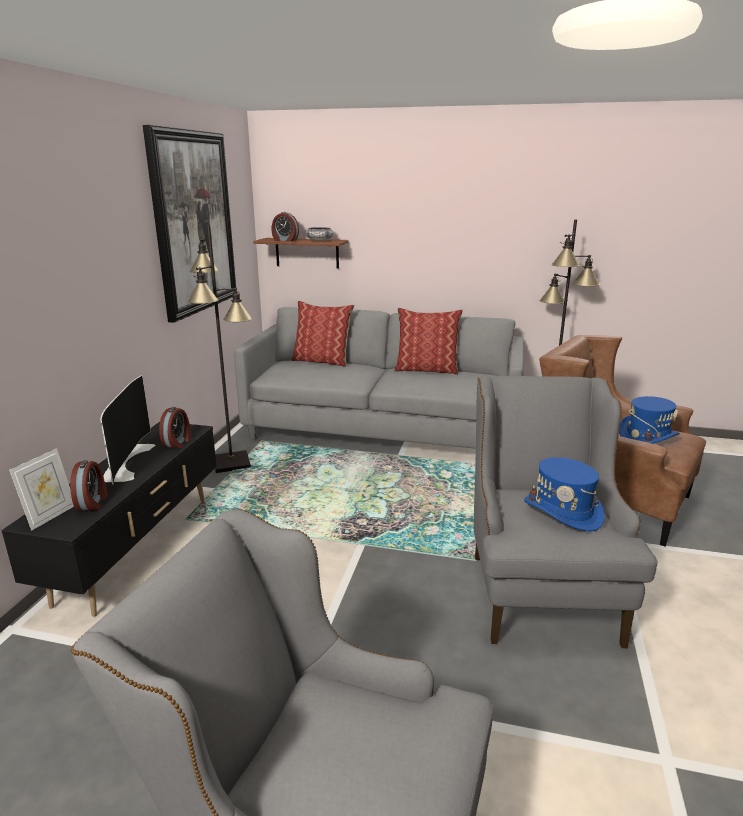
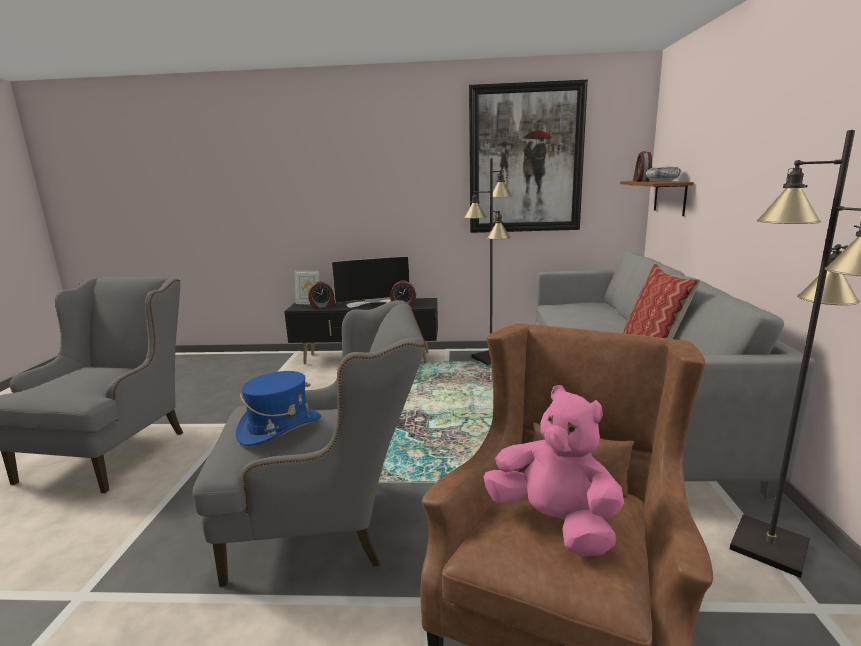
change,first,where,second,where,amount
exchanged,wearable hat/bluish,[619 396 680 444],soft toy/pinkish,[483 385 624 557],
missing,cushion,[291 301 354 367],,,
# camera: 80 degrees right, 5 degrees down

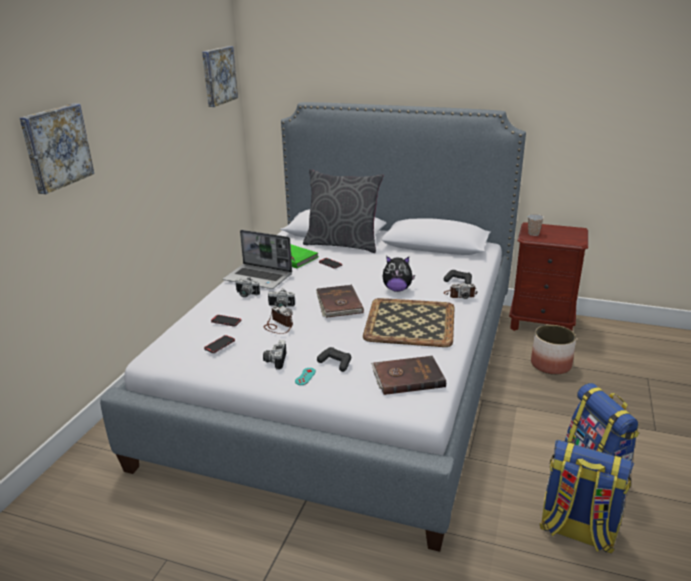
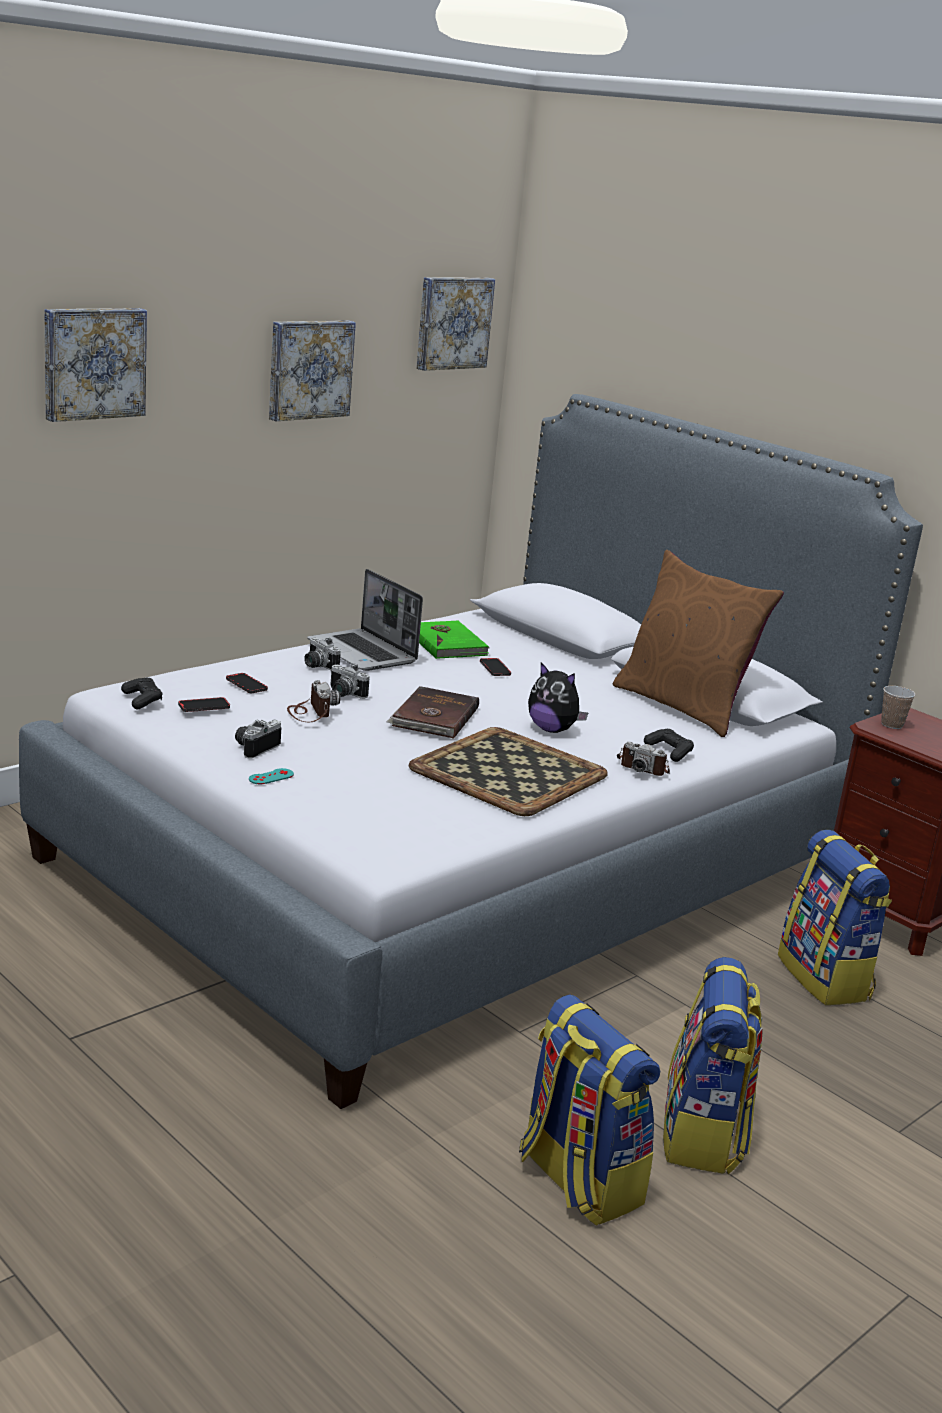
change,first,where,second,where,amount
relocated,game controller/blackish,[317 347 351 372],,[121 678 162 709],
appeared,,,picture,[269 320 356 421],
appeared,,,cushion/brownish,[612 550 784 737],
exchanged,flower pot,[531 325 576 375],backpack,[778 830 892 1005],
missing,cushion/greyish,[303 169 383 253],,,
missing,volume/brownish,[371 356 446 395],,,
# camera: 25 degrees right, 5 degrees down

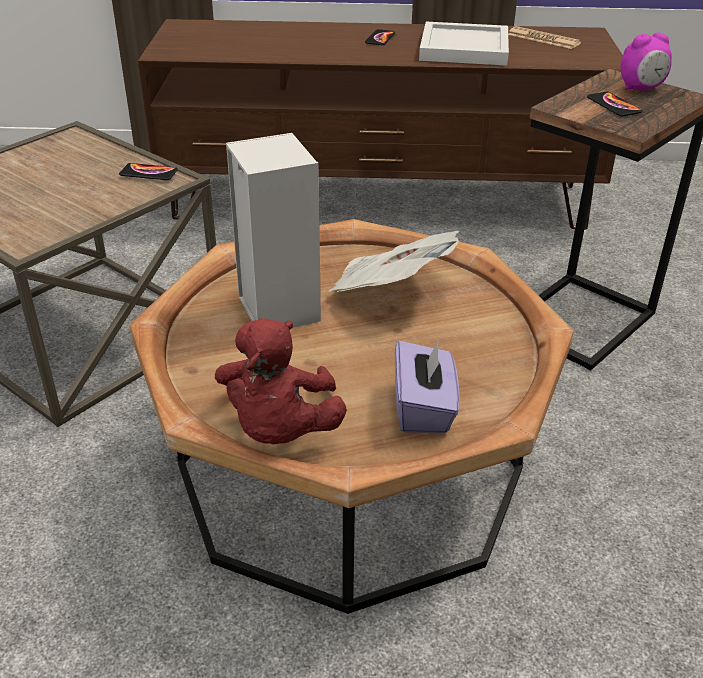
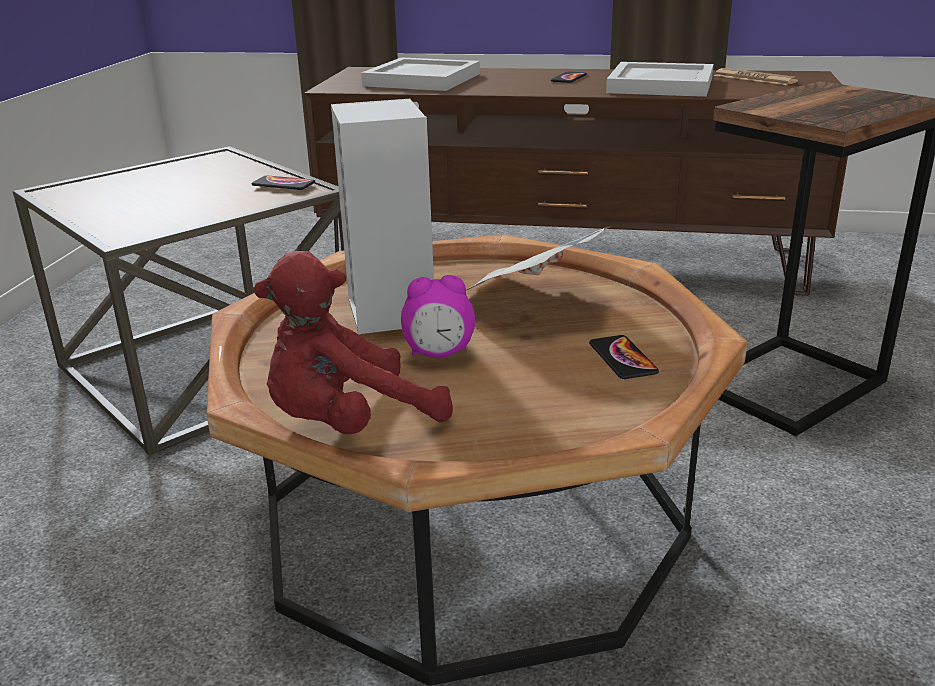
change,first,where,second,where,amount
spun,soft toy/red,[215 318 347 444],,[253 251 453 434],45 degrees clockwise
appeared,,,carrying tray/white,[361 58 480 91],
relocated,table clock,[620 33 672 91],,[401 275 475 358],
relocated,phone,[587 91 642 116],,[589 335 659 379],
missing,box of tissues/purple,[395 340 460 433],,,
# camera: 10 degrees right, 10 degrees down

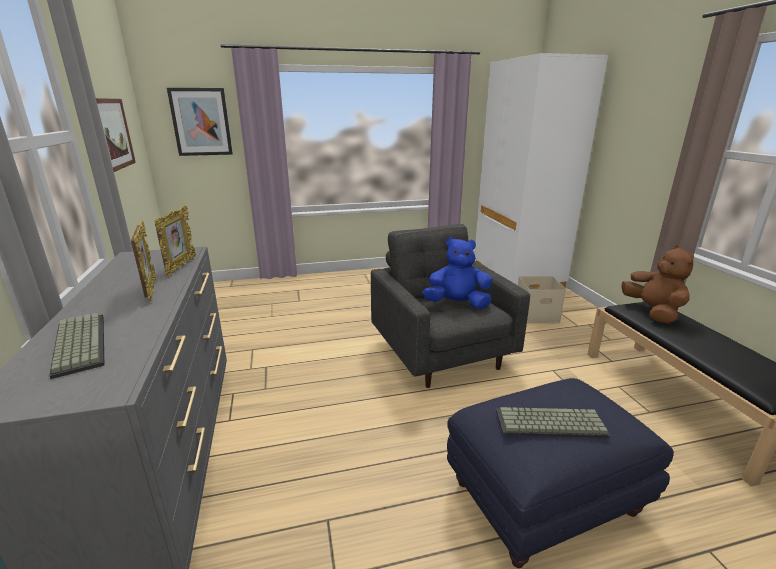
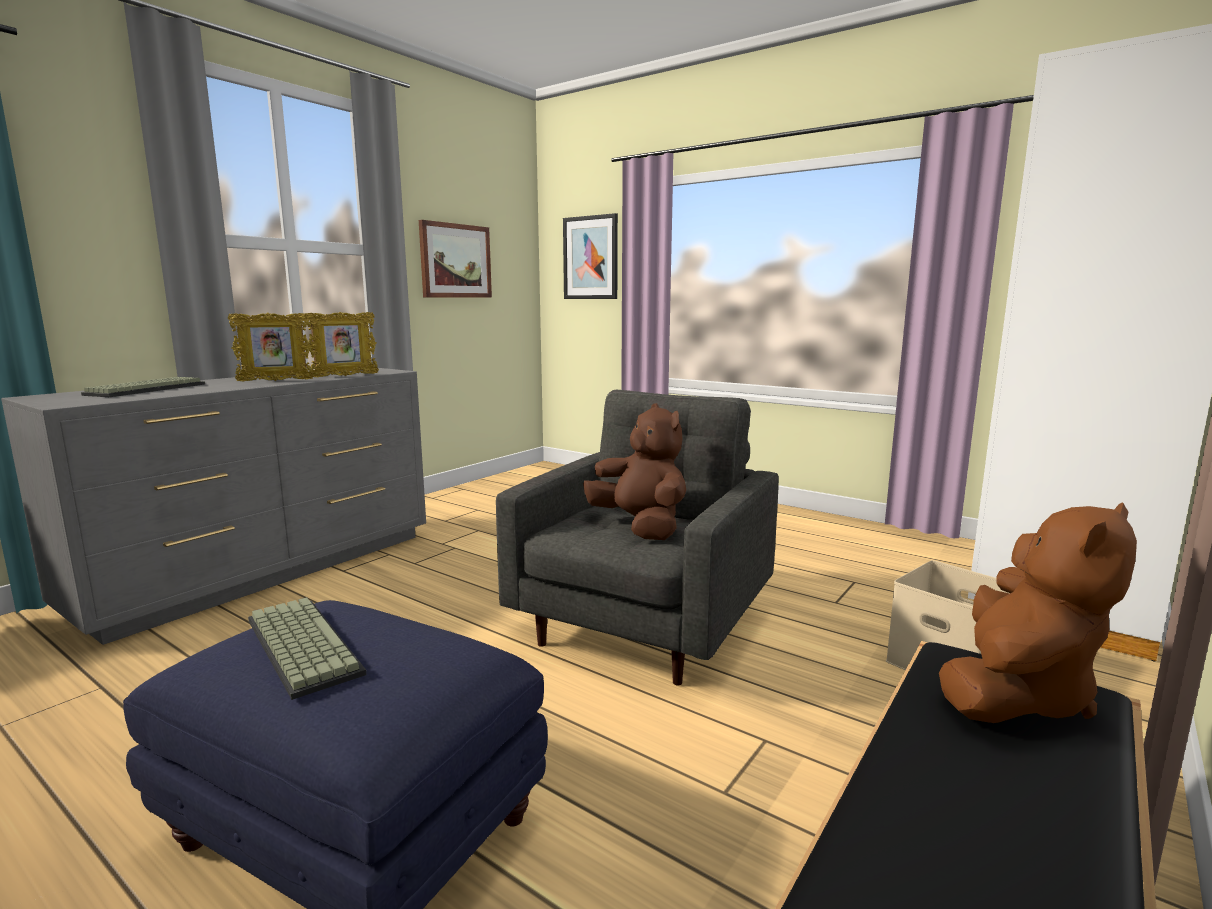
change,first,where,second,where,amount
spun,photo frame,[131 221 156 302],,[228 313 314 381],45 degrees clockwise
colour,soft toy/bluish,[422 237 492 309],soft toy/brownish,[583 403 686 540],
# camera: 50 degrees right, 10 degrees down

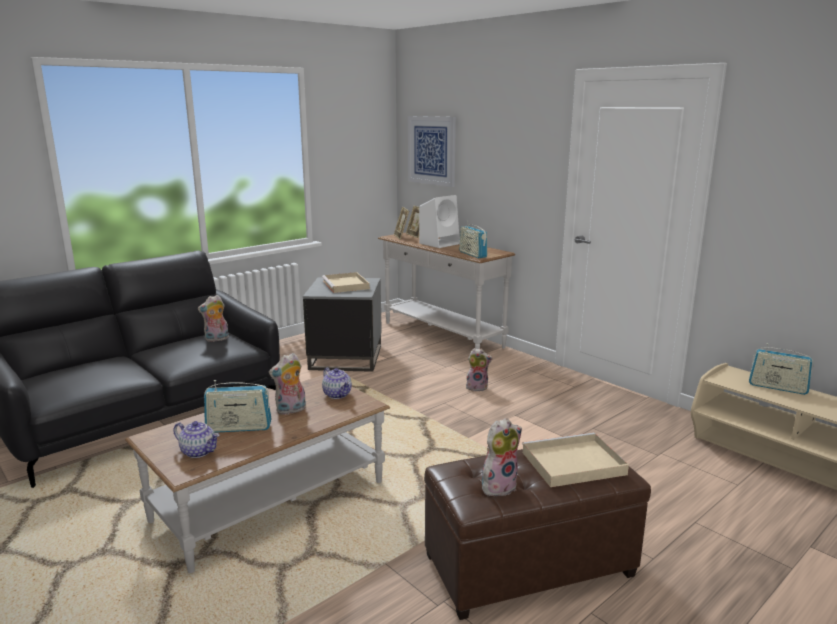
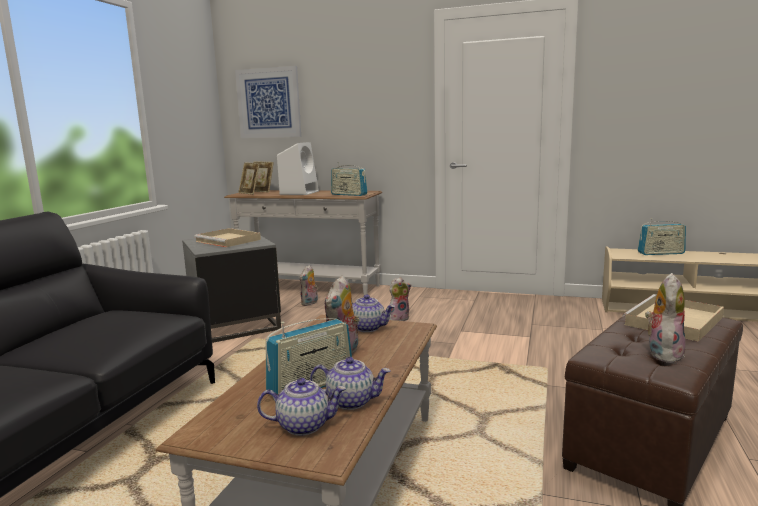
change,first,where,second,where,amount
relocated,soft toy,[198 295 229 342],,[300 265 318 306],
appeared,,,teapot,[310 357 391 410],
# camera: 30 degrees left, 5 degrees down

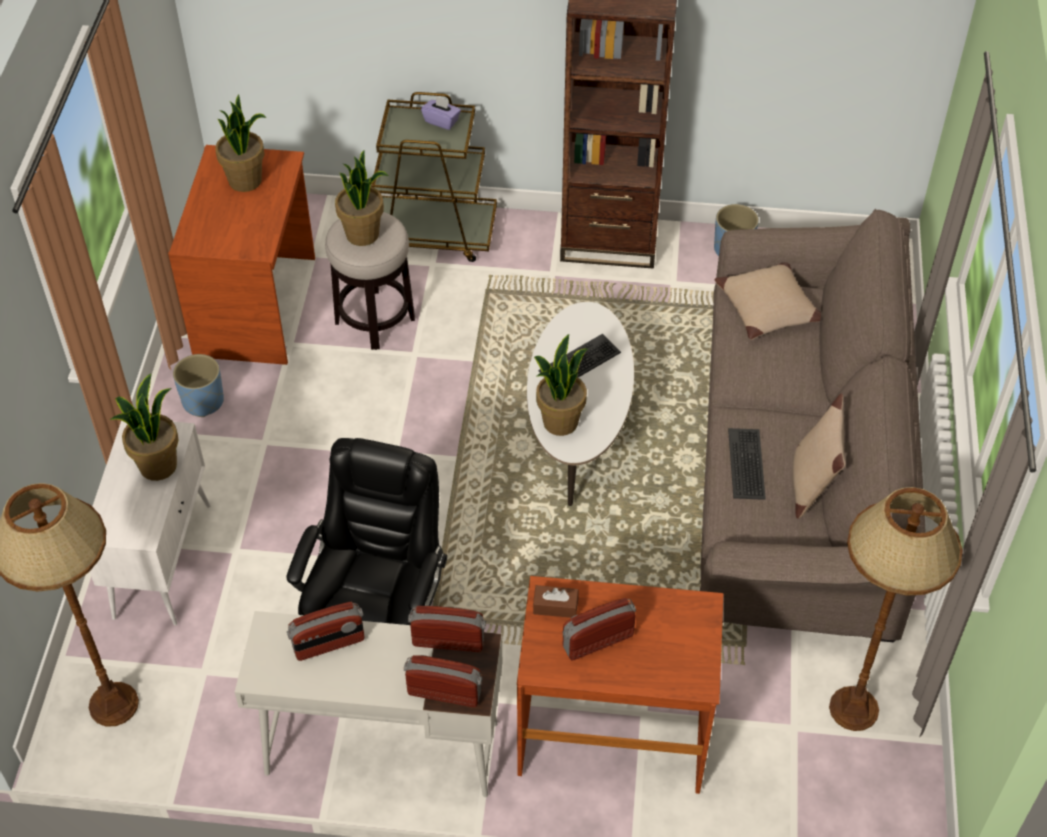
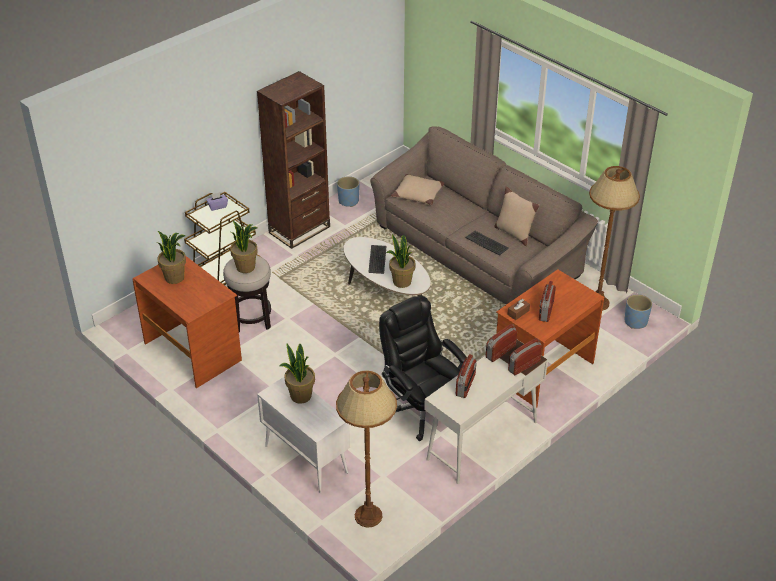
change,first,where,second,where,amount
relocated,flower pot/bluish,[173 354 224 417],,[624 294 652 329],
# camera: 50 degrees left, 10 degrees down

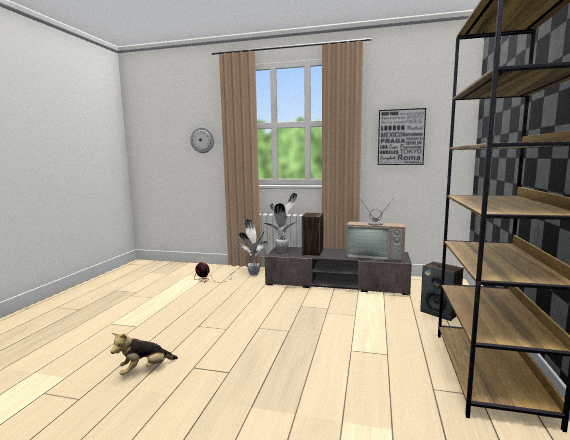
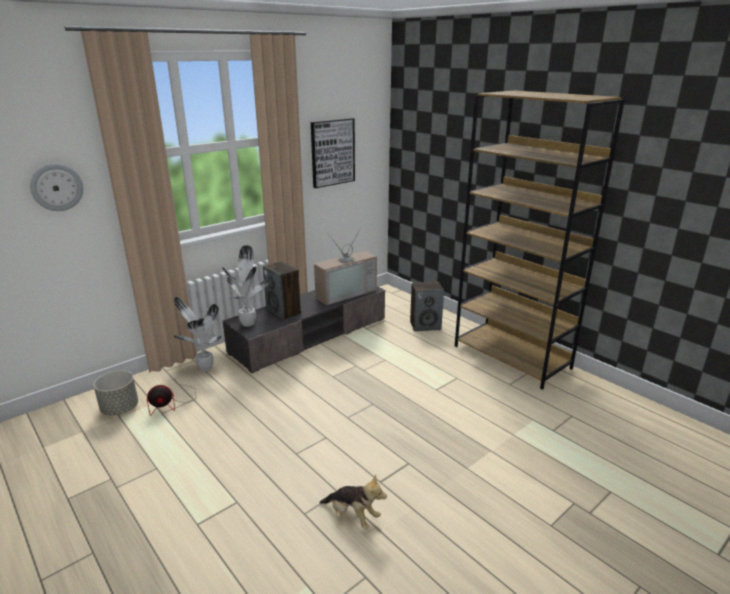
change,first,where,second,where,amount
appeared,,,flower pot/greyish,[93 371 138 416],
spun,soft toy,[110 333 178 375],,[319 474 387 529],60 degrees counterclockwise
# camera: 55 degrees left, 15 degrees up

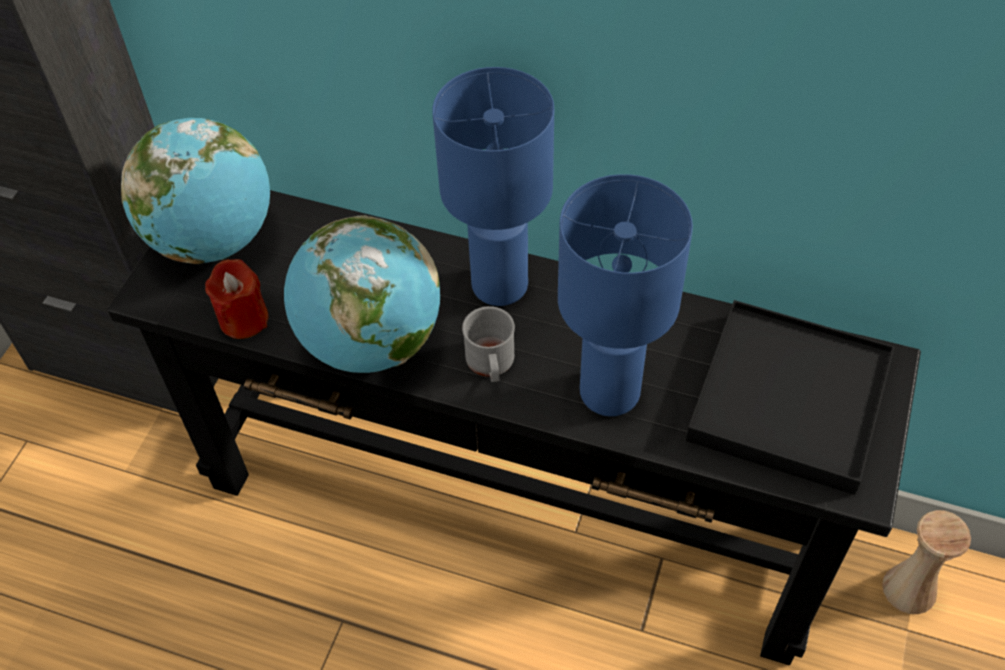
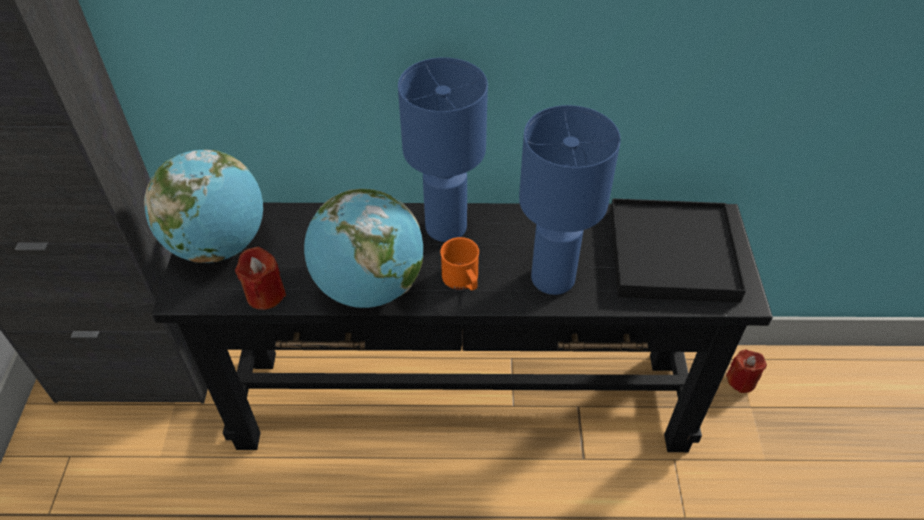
change,first,where,second,where,amount
colour,coffee mug/greyish,[462 306 515 382],coffee mug/orange-coloured,[440 237 479 291],
exchanged,decorative vase/beige,[882 510 971 614],candle/red,[726 350 767 393],
# camera: 20 degrees left, 5 degrees down

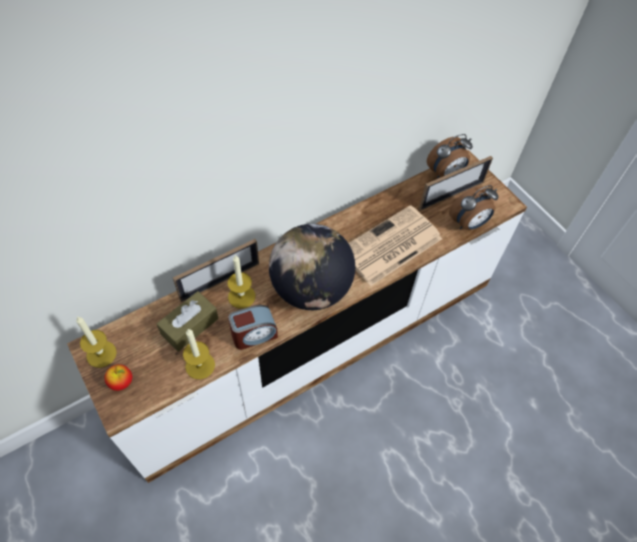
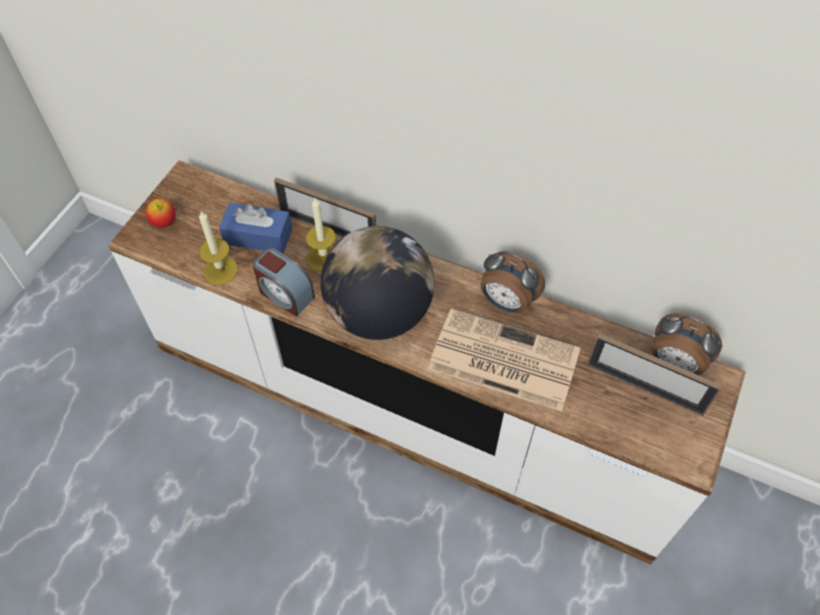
change,first,where,second,where,amount
colour,box of tissues/brownish,[157 291 218 352],box of tissues/bluish,[219 203 292 254],
relocated,table clock,[449 185 498 230],,[481 251 545 313],
missing,candle,[76 316 117 368],,,
# camera: 60 degrees right, 0 degrees up

